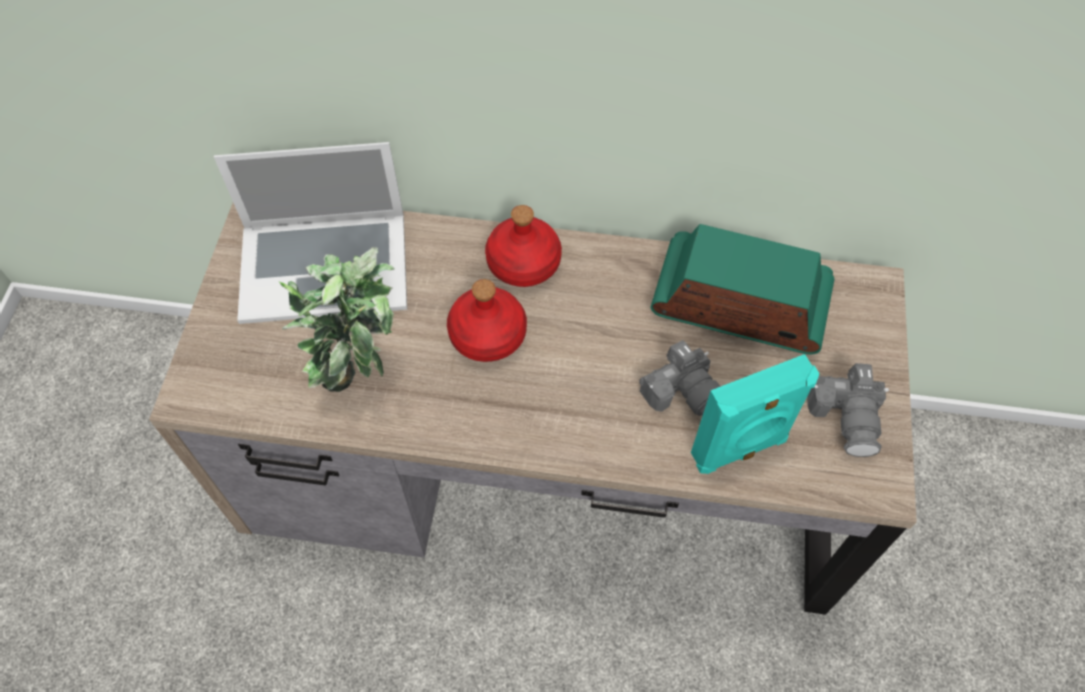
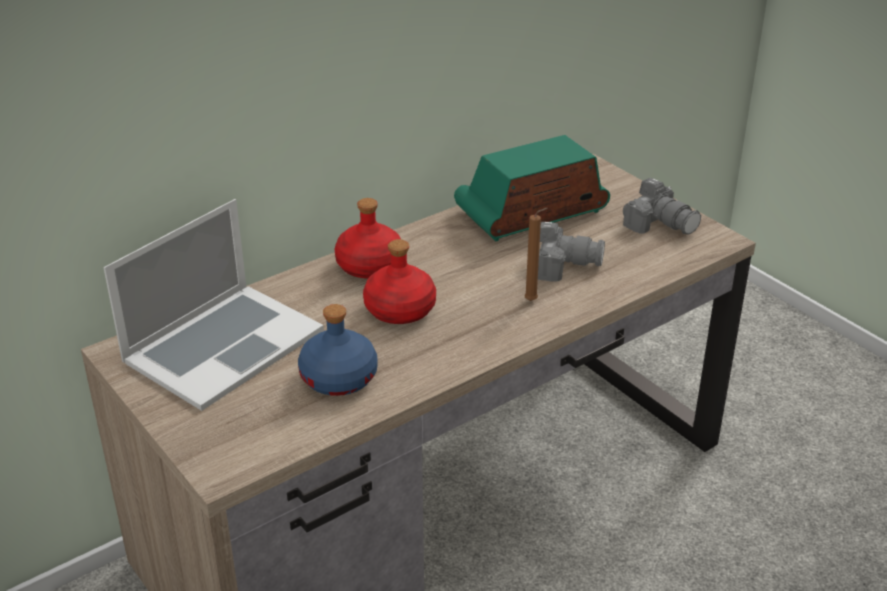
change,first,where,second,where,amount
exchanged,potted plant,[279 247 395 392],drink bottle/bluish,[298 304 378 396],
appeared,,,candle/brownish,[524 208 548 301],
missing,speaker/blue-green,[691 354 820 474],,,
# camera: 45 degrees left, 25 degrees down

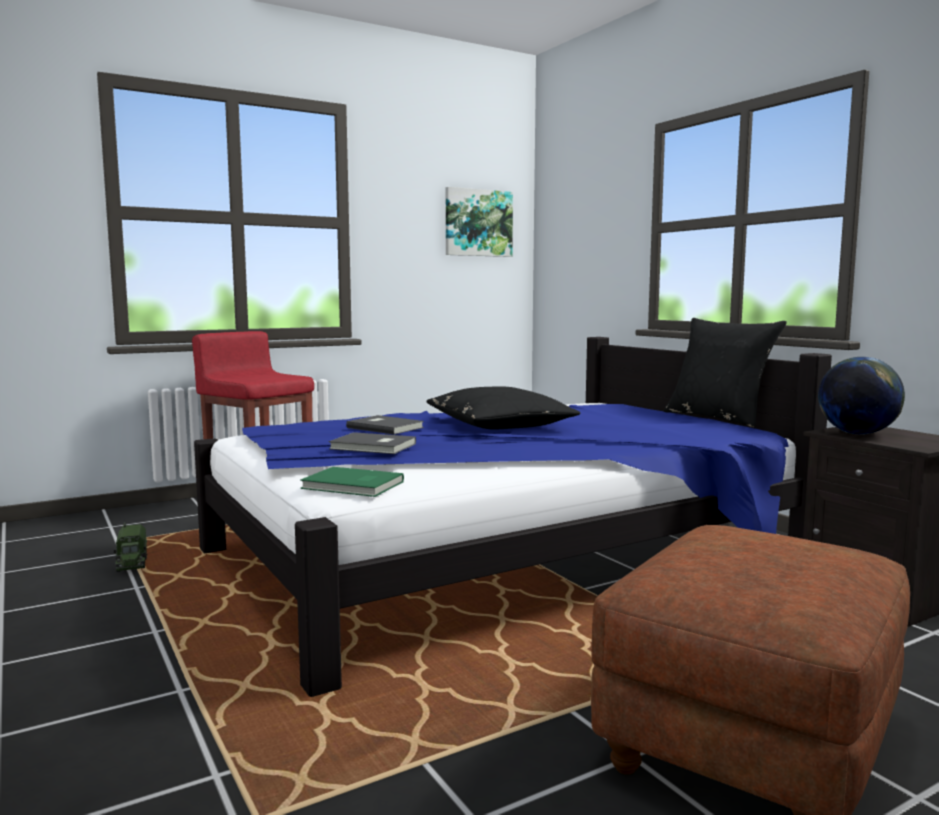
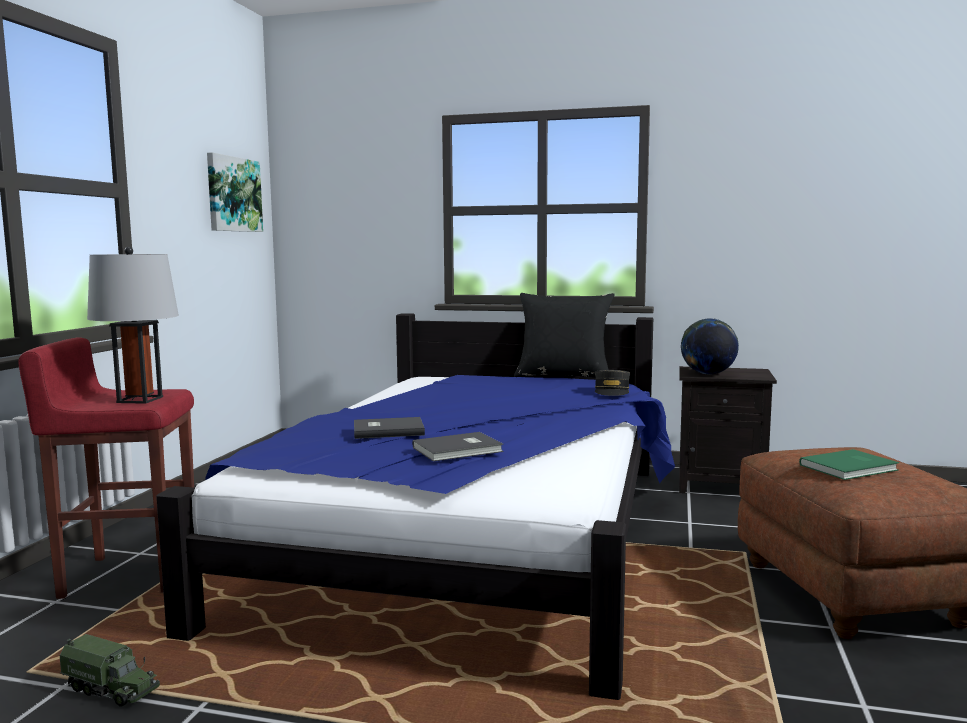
change,first,where,second,where,amount
appeared,,,table lamp/greyish,[87 246 179 404],
appeared,,,cap/greyish,[595 370 630 396],
relocated,volume/green-coloured,[300 467 404 497],,[799 449 899 480],
missing,cushion/blackish,[427 386 580 430],,,
# camera: 45 degrees left, 0 degrees up

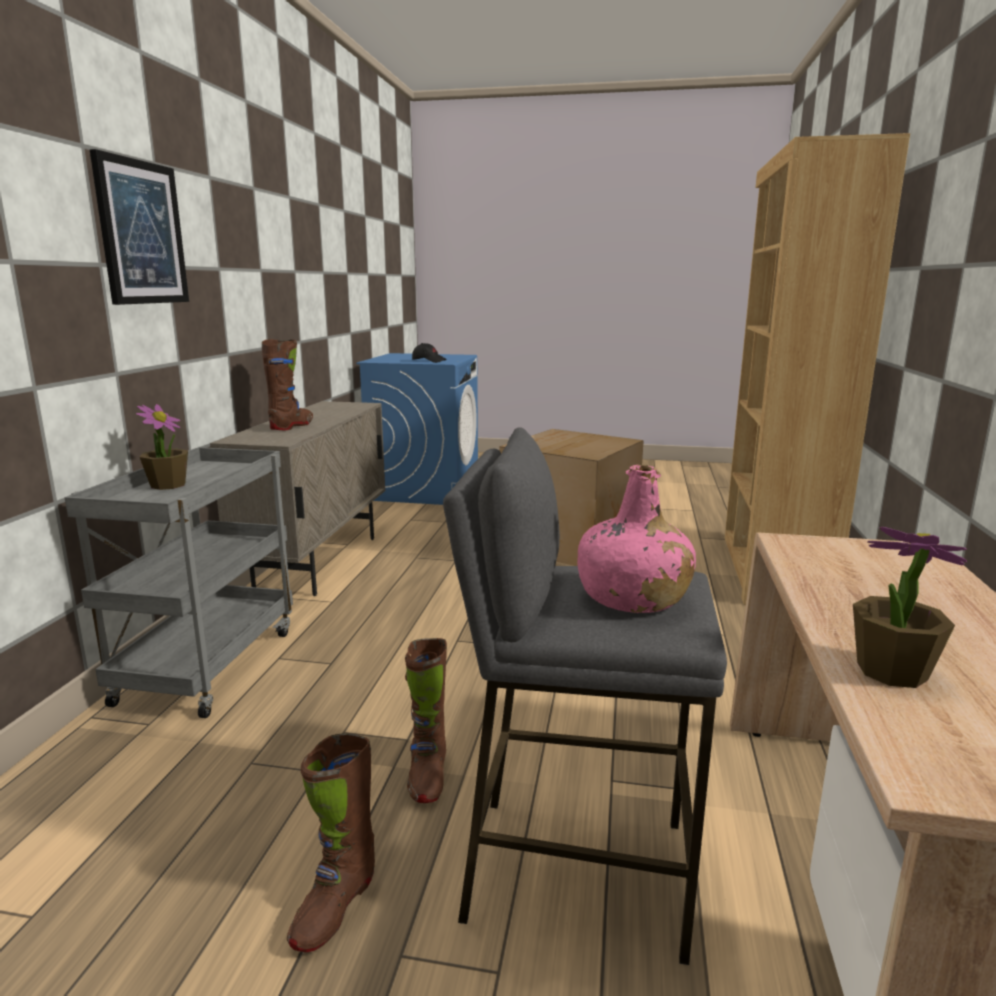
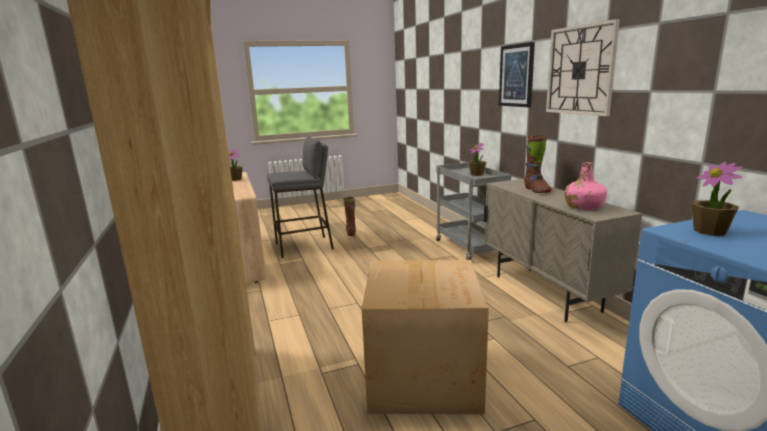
change,first,where,second,where,amount
appeared,,,hanging clock,[546 19 620 116],
relocated,drink bottle/pinkish,[577 465 696 613],,[564 162 607 210],
exchanged,cap/blackish,[412 343 446 363],potted plant,[692 162 742 236],
missing,high-top boot/brownish,[405 638 447 803],,,
# camera: 150 degrees right, 0 degrees up

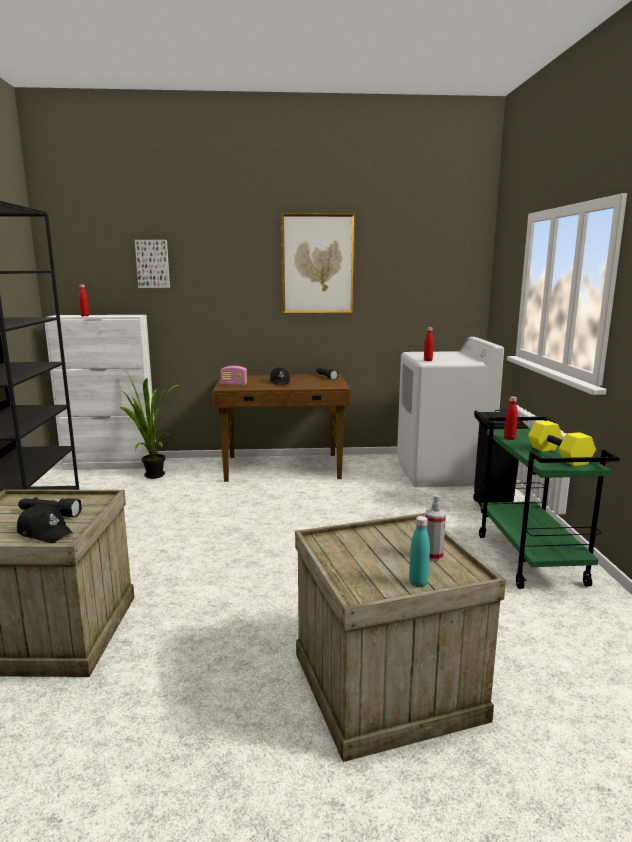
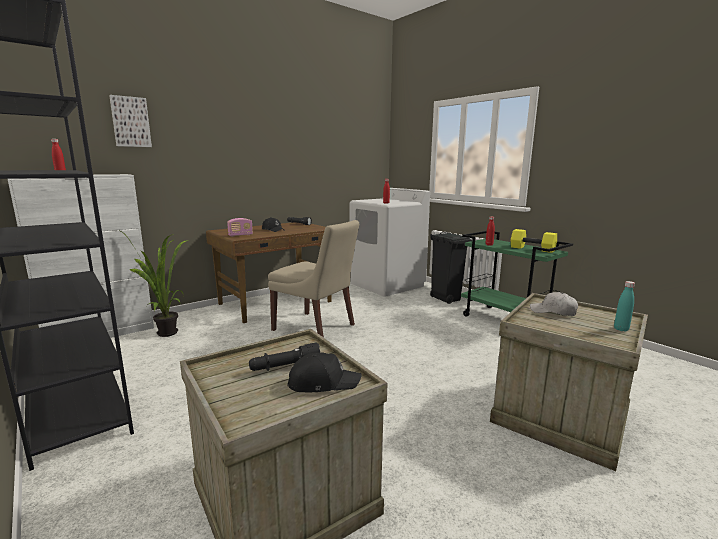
change,first,where,second,where,amount
appeared,,,chair/beige,[268 220 359 337],
appeared,,,cap/white,[530 292 578 316],
missing,picture,[281 213 355 314],,,
missing,sprayer,[425 495 446 561],,,
# camera: 35 degrees left, 0 degrees up

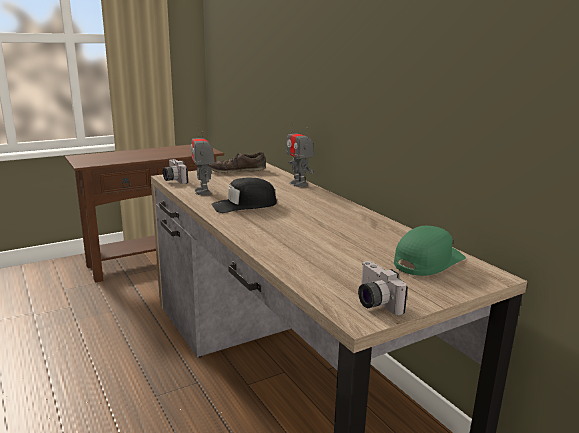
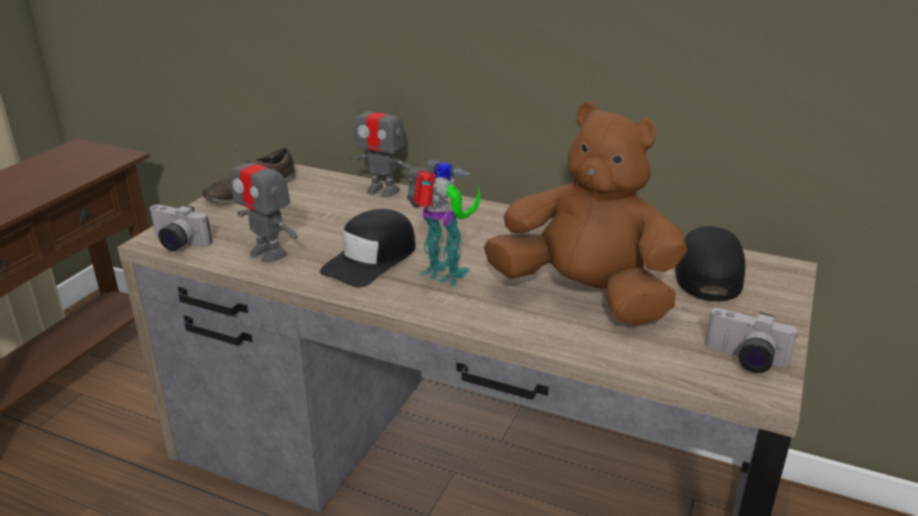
change,first,where,second,where,amount
appeared,,,robot figure,[406 160 481 287],
appeared,,,soft toy/brownish,[484 103 687 325],
colour,cap/green-coloured,[394 226 466 276],cap/blackish,[675 226 746 301],
# camera: 35 degrees left, 10 degrees up

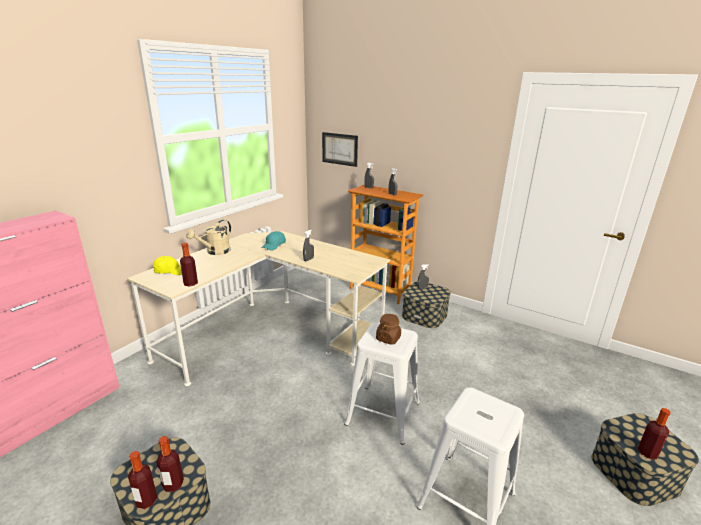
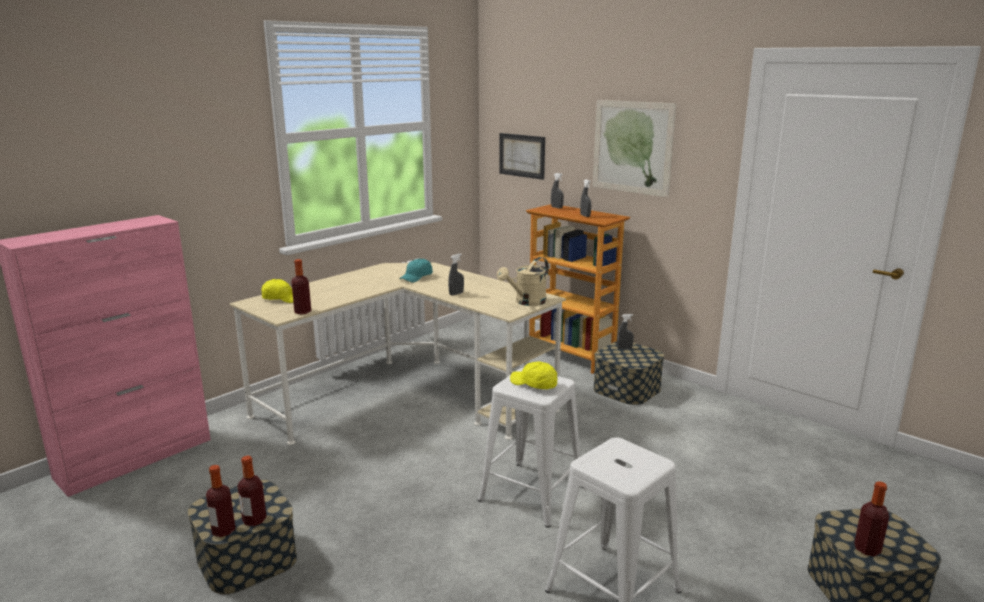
change,first,where,second,where,amount
relocated,watering can/beige,[186 220 231 255],,[497 257 549 306],
exchanged,storage jar/brownish,[376 314 401 345],cap/yellow,[510 361 558 389],
appeared,,,picture,[593 100 676 198],
# camera: 10 degrees right, 5 degrees down

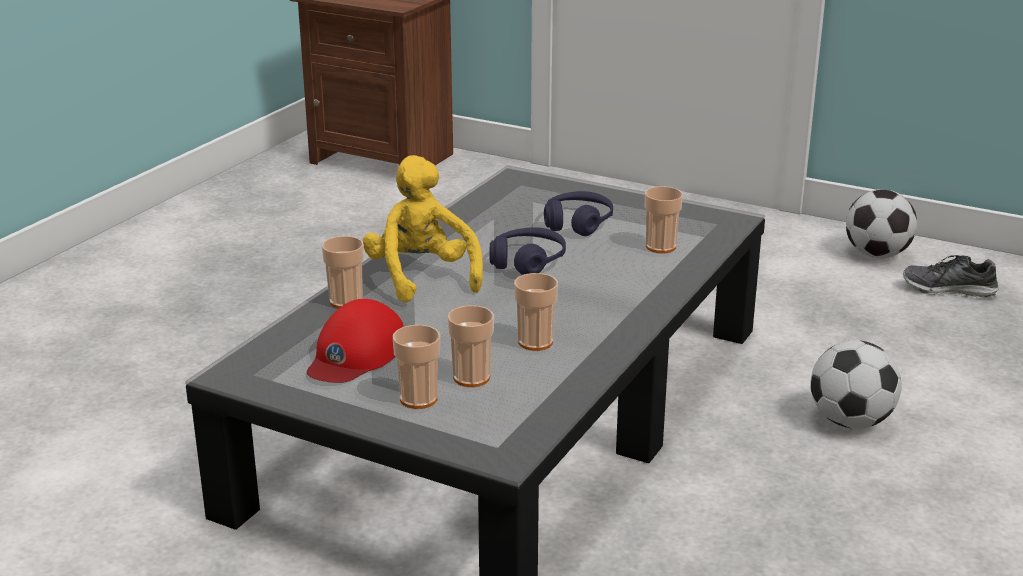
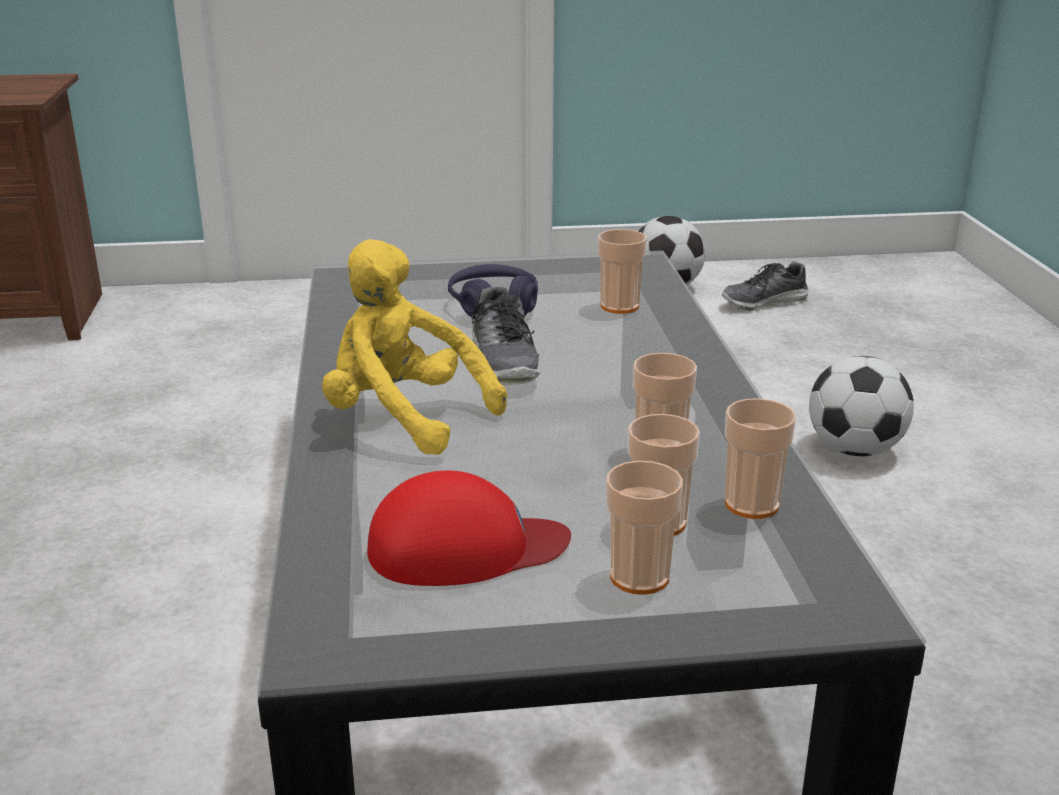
change,first,where,second,where,amount
spun,cap/red,[307 299 404 383],,[367 471 571 586],90 degrees counterclockwise
exchanged,headphones/purple,[490 227 566 275],item of footwear,[472 286 540 385],
relocated,cup,[322 236 364 308],,[725 398 796 519],
# camera: 35 degrees left, 0 degrees up

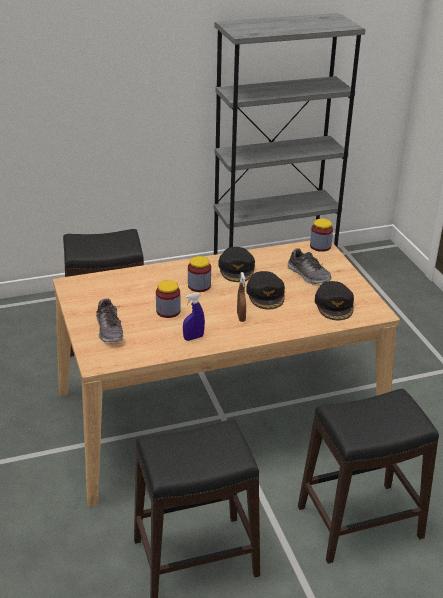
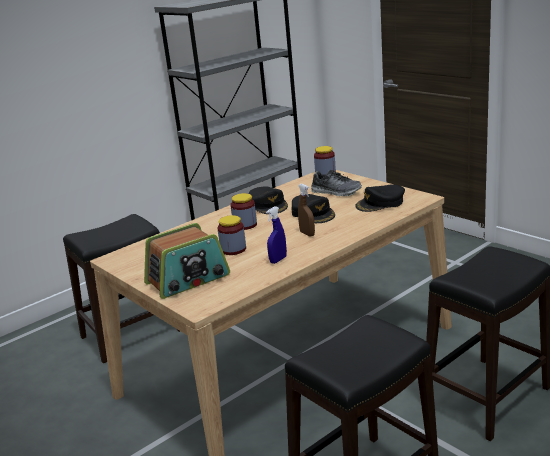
change,first,where,second,where,amount
exchanged,item of footwear,[96 298 124 343],radio set,[144 223 230 299],
spun,cap/blackish,[315 281 354 320],,[355 185 405 212],90 degrees clockwise
# camera: 20 degrees left, 10 degrees down

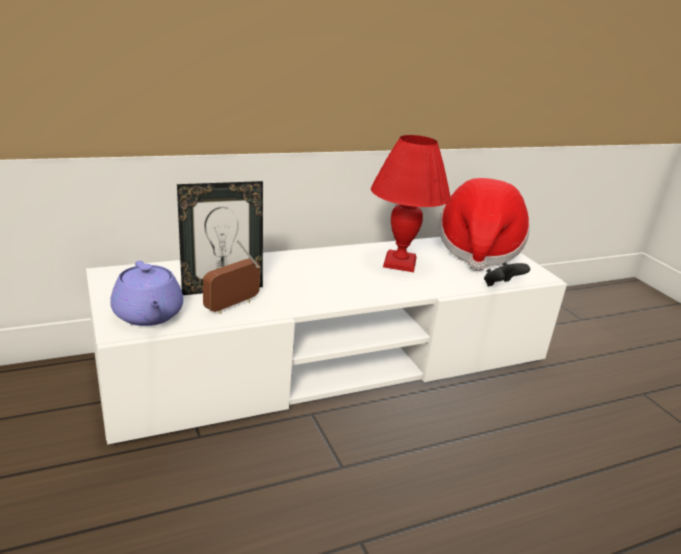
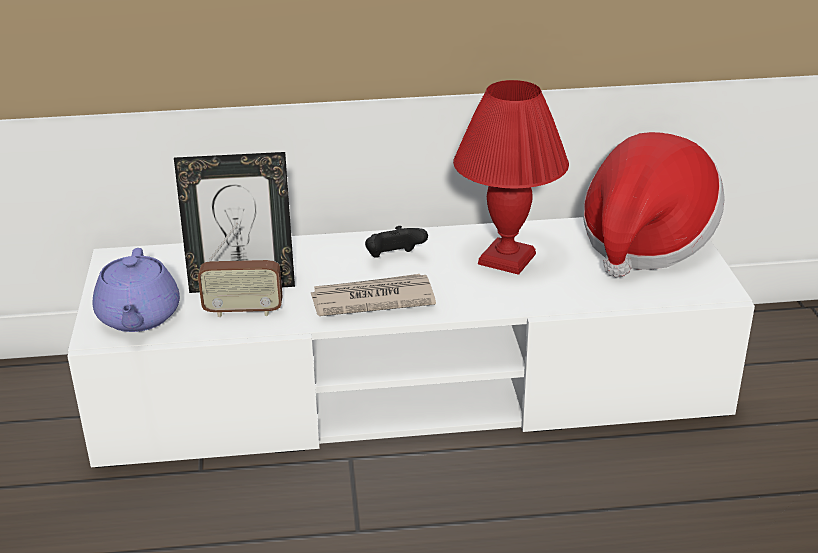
change,first,where,second,where,amount
spun,radio set,[203 239 260 314],,[198 223 283 317],150 degrees counterclockwise
appeared,,,newspaper,[311 274 436 316],
relocated,game controller/blackish,[484 262 530 286],,[365 226 428 258],
# camera: 20 degrees right, 5 degrees up

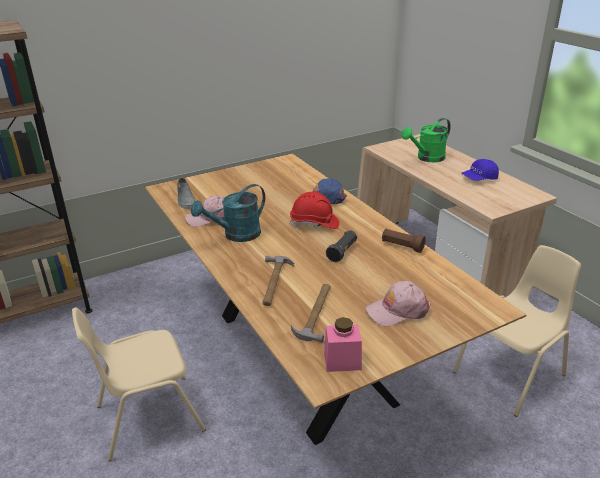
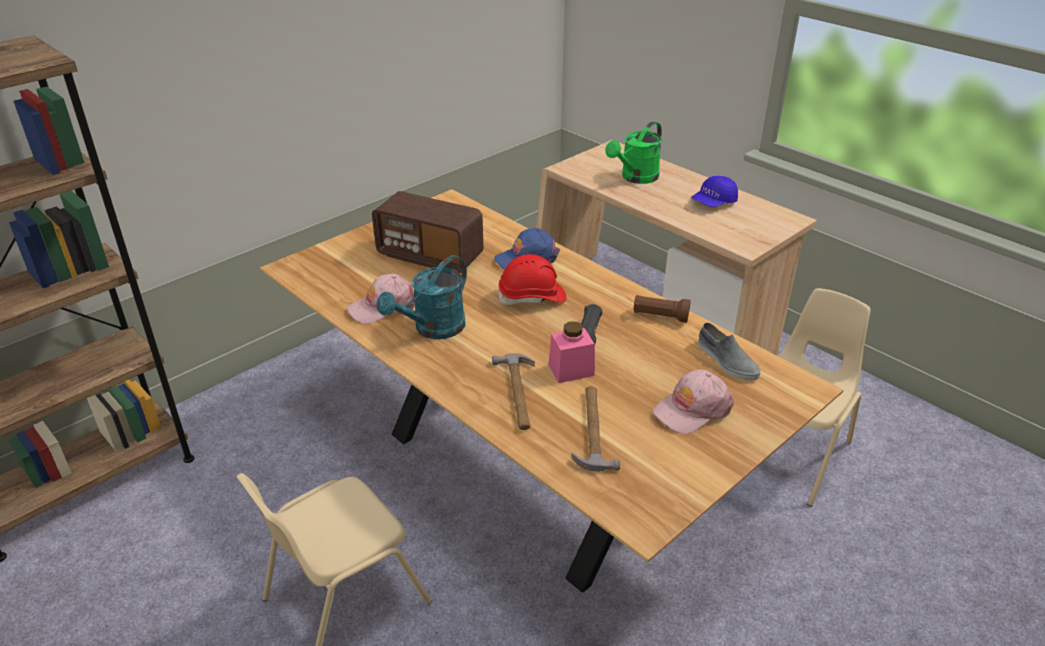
change,first,where,second,where,amount
appeared,,,radio set,[372 191 483 273],
relocated,storage jar/pinkish,[324 317 362 372],,[549 321 595 383],
relocated,item of footwear/greyish,[177 178 195 209],,[698 322 761 380],
# camera: 15 degrees left, 5 degrees up

